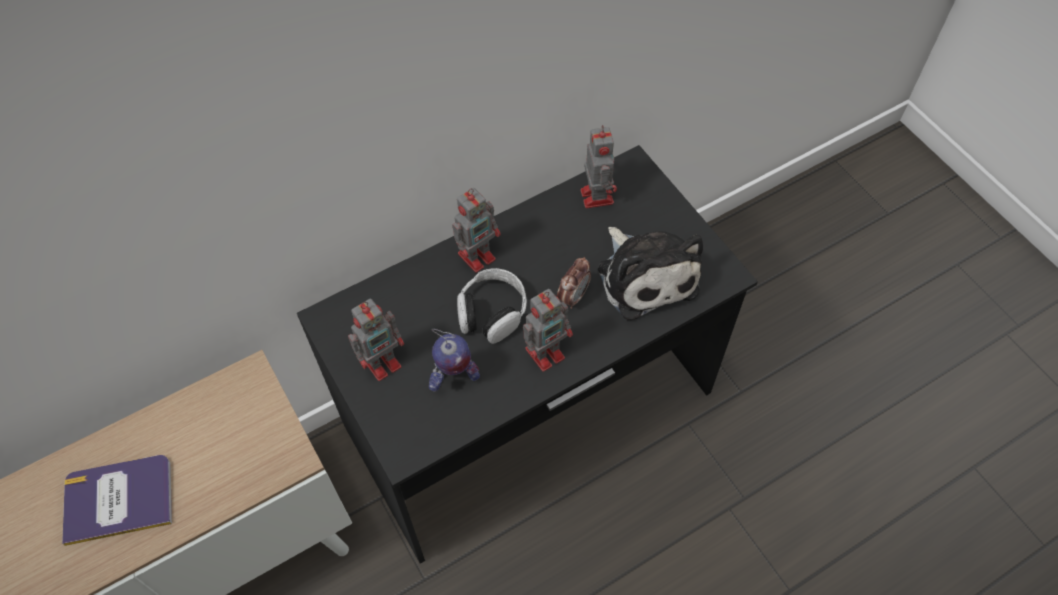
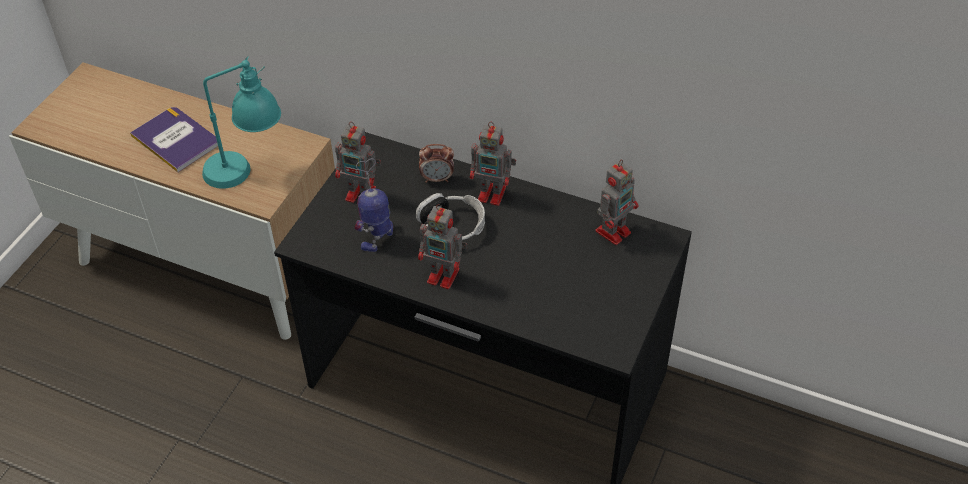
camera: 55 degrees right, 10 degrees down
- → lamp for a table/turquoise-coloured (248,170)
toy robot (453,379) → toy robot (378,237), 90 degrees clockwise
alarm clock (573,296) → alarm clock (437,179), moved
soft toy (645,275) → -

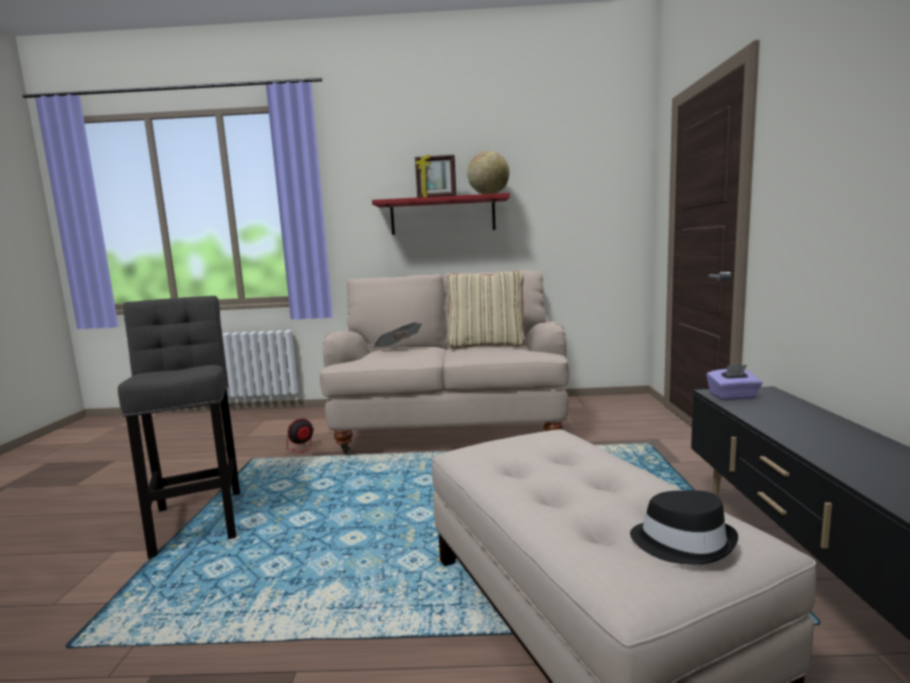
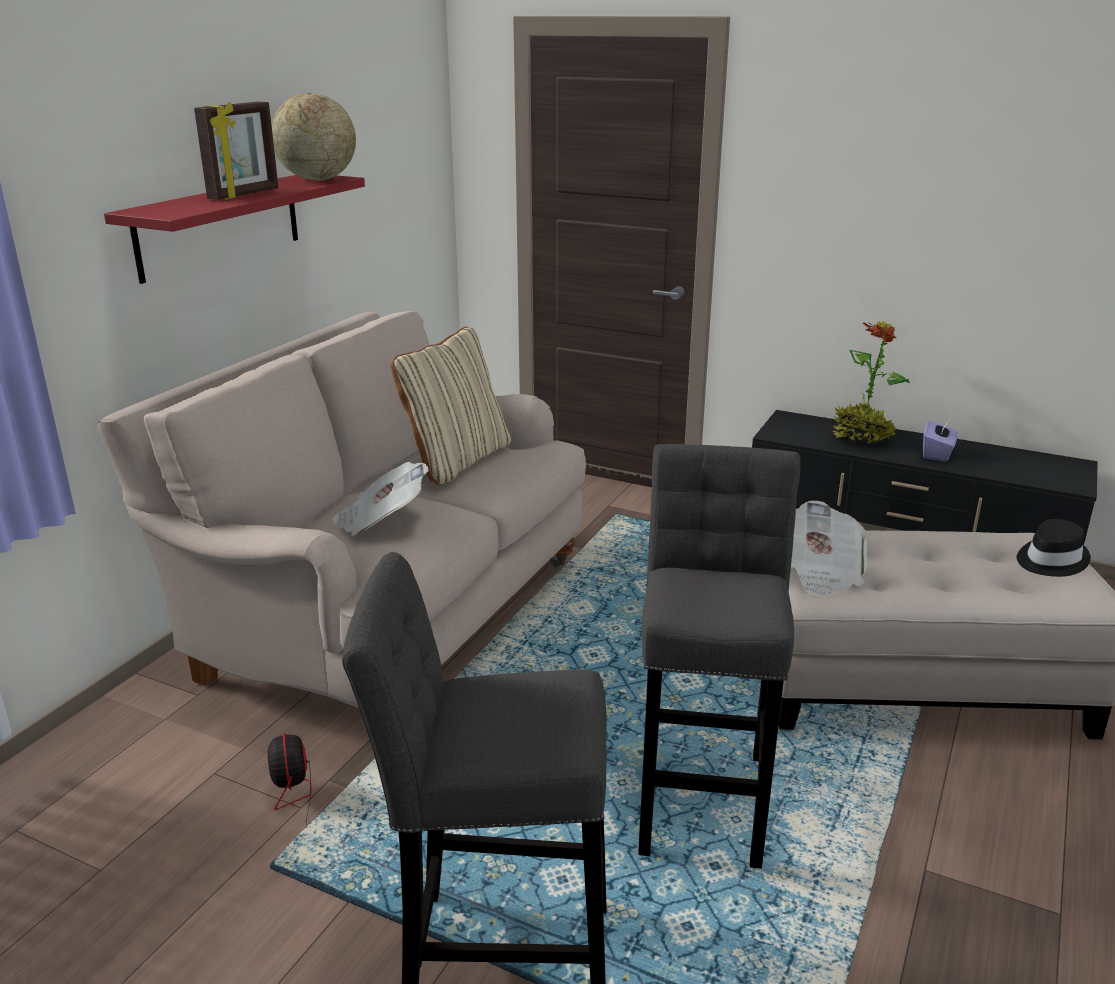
camera: 65 degrees left, 15 degrees up
- → sitting stool/gray (702,794)
- → daily paper (818,572)
- → plant in a pot (862,438)
tissue holder/purple-coloured (733,397) → tissue holder/purple-coloured (937,453), moved

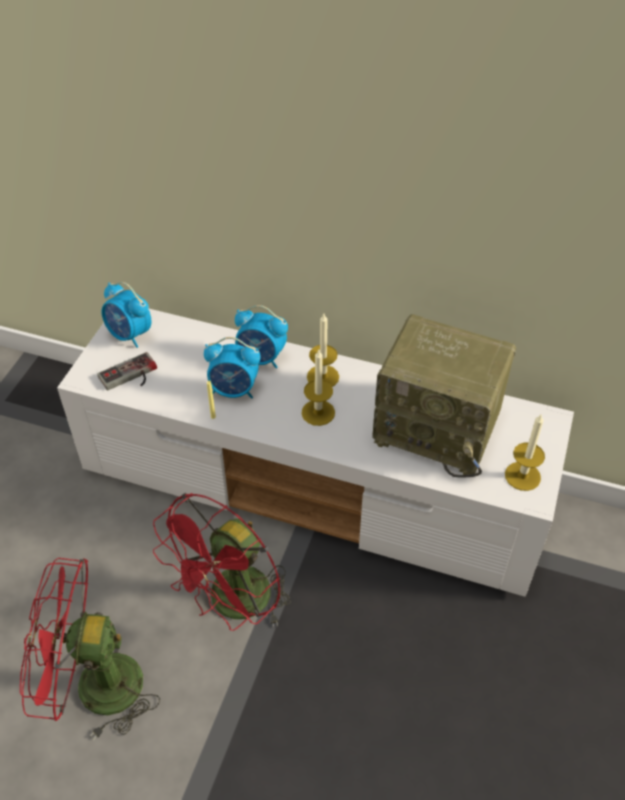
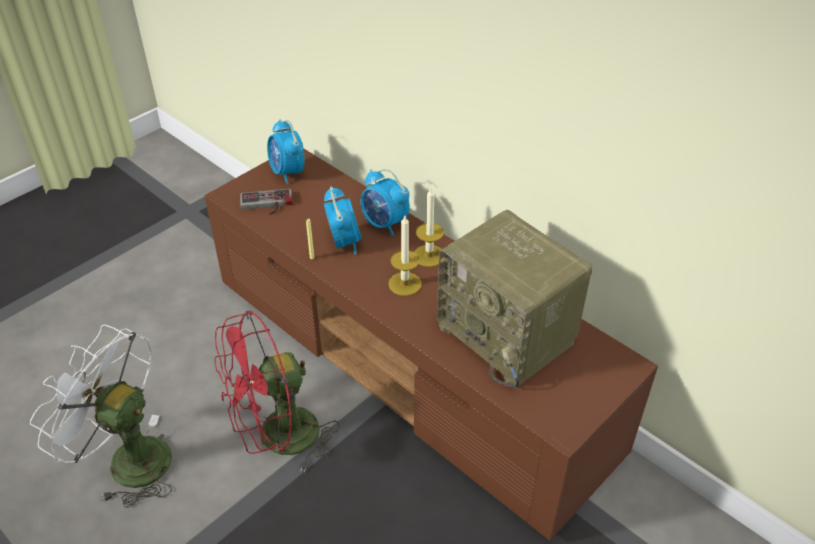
camera: 25 degrees right, 5 degrees down
fan/red-coloured (94,687) → fan/white (127,459)
tv unit/white (315,485) → tv unit/brown (410,365)
alarm clock (234,390) → alarm clock (344,242), 135 degrees counterclockwise
wax candle (522,476) → -

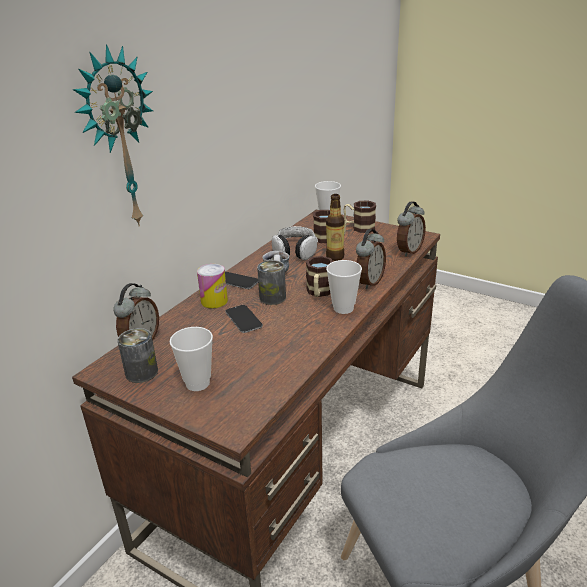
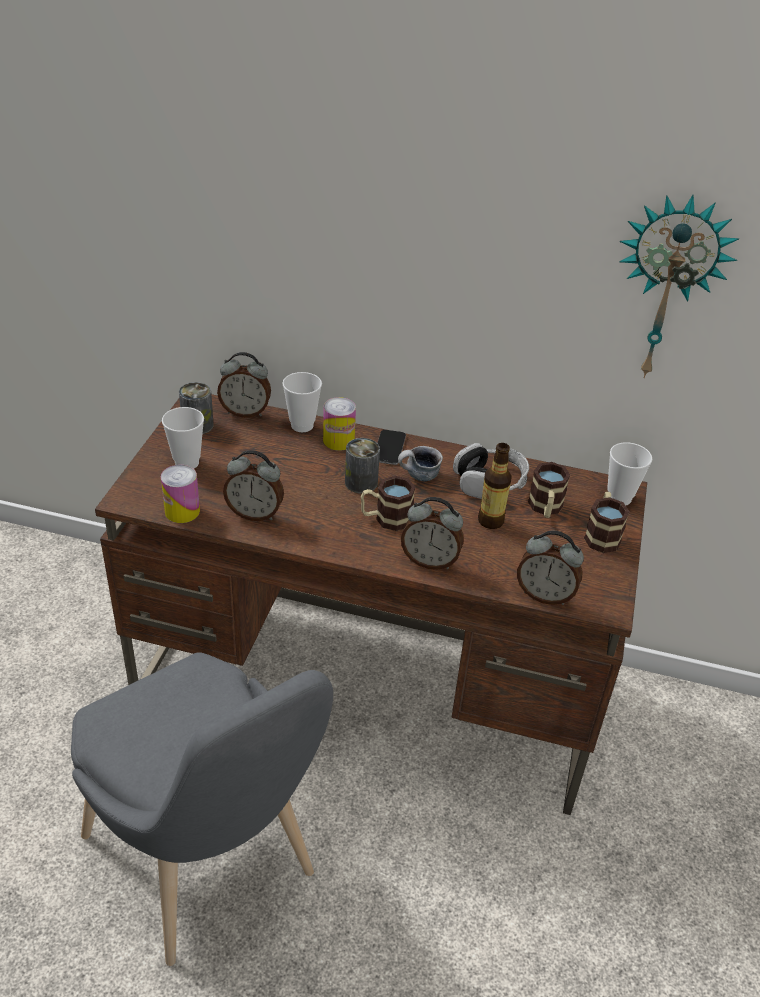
camera: 70 degrees right, 10 degrees up
- → metal can (182,511)
- → alarm clock (255,513)
cup (343,308) → cup (302,425), moved
clock on the wall (118,141) → clock on the wall (667,288), moved
phone (243,319) → -

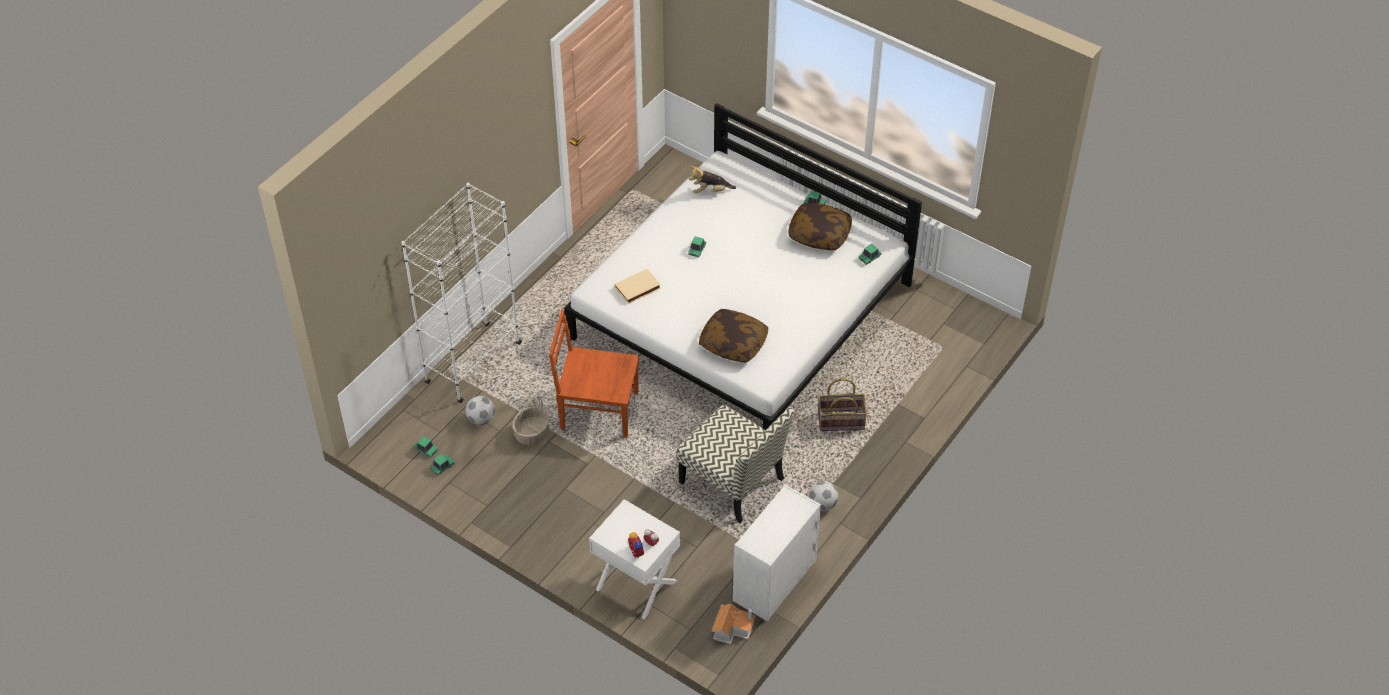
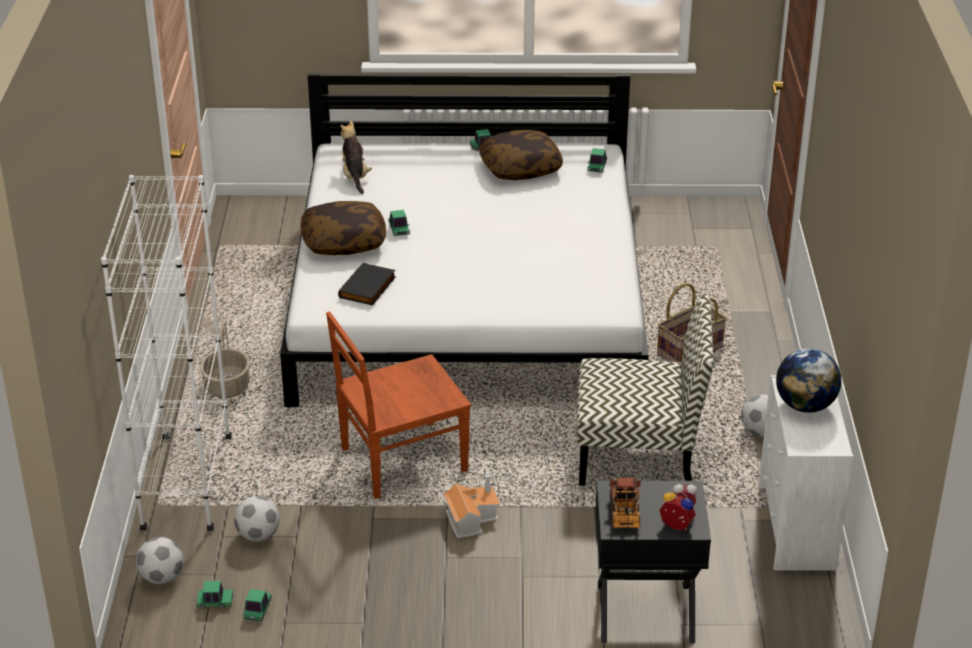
camera: 35 degrees left, 15 degrees down
- → football (162,578)
storage basket (532,433) → storage basket (226,386), moved
cushion (733,343) → cushion (344,242), moved
book/beige-coloured (638,289) → book/black-coloured (368,288)
soft toy (710,191) → soft toy (355,176), 120 degrees clockwise
miniature house (733,628) → miniature house (471,517), moved
night table/white (635,585) → night table/black-coloured (645,613)
- → toy lorry (624,515)
- → desk globe (805,406)

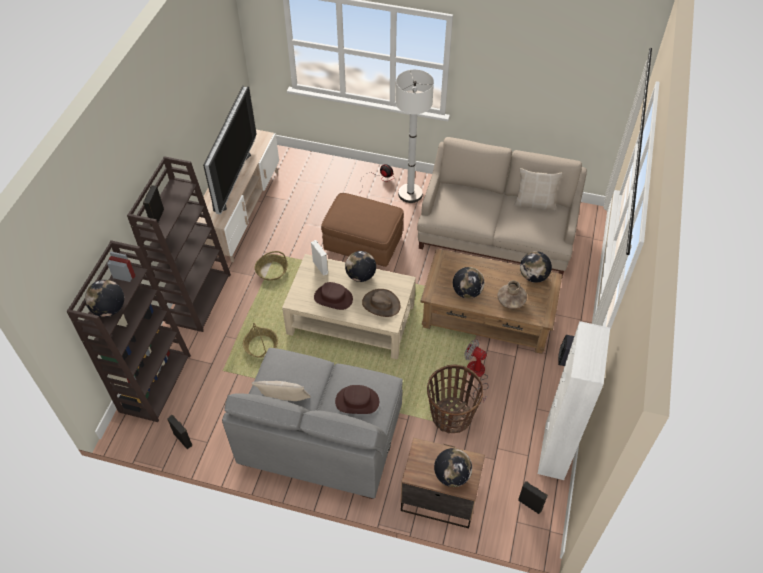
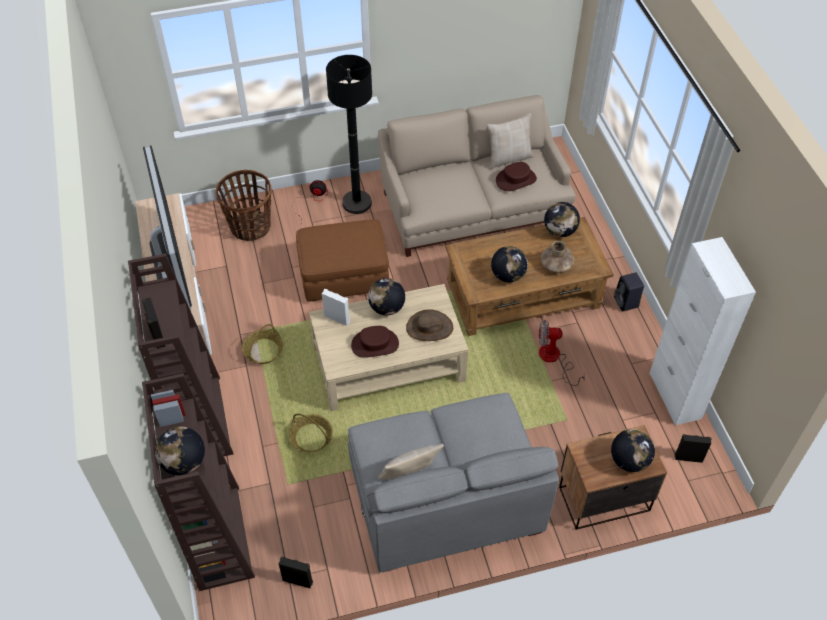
camera: 30 degrees left, 0 degrees up
storage basket (451,415) → storage basket (250,226), moved
floor lamp/white (410,194) → floor lamp/black-coloured (357,203)
clothing hat/brown (357,401) → clothing hat/brown (516,179), moved

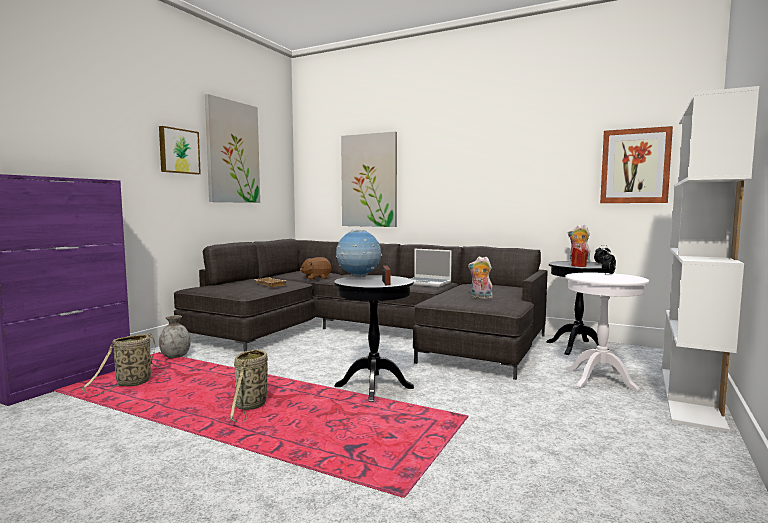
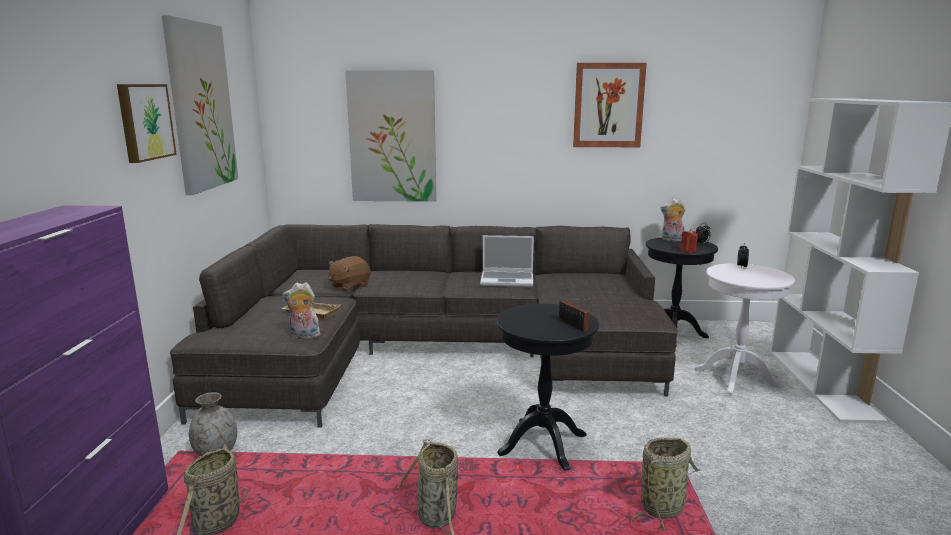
camera: 25 degrees left, 10 degrees up
soft toy (480,298) → soft toy (303,336), moved
picture (635,166) → picture (608,105), moved
- → storage basket (664,507)
desk globe (358,277) → -

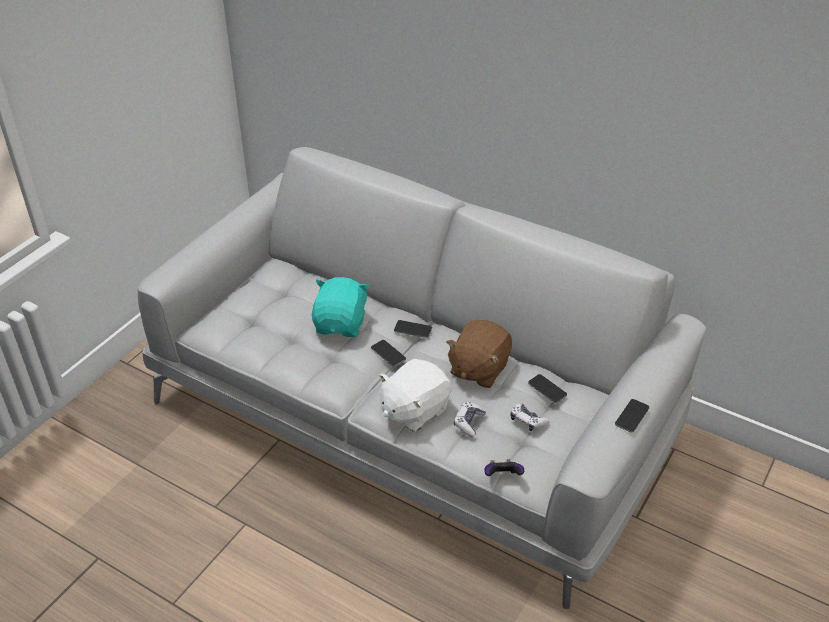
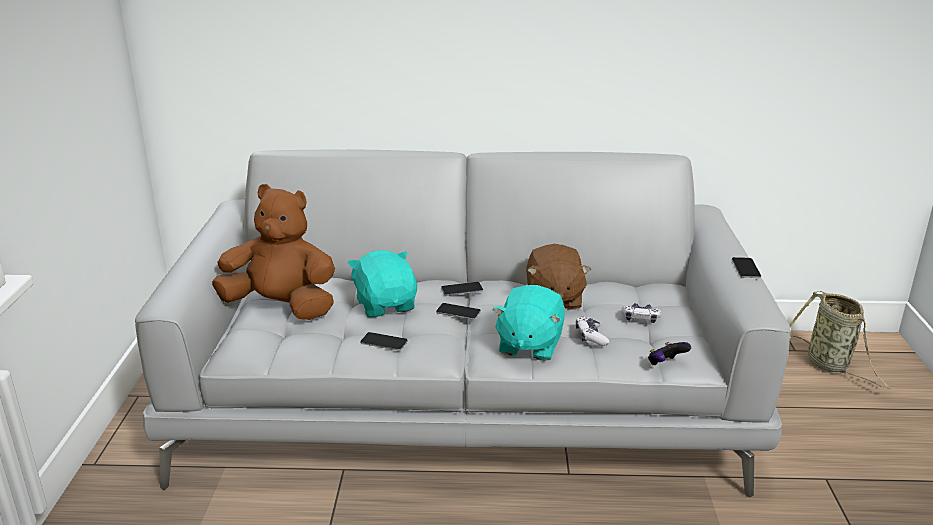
camera: 30 degrees left, 15 degrees down
- → soft toy/brown (281,307)
phone (547,389) → phone (384,342), moved
soft toy/white (414,410) → soft toy/turquoise-coloured (529,345)
- → storage basket (830,365)

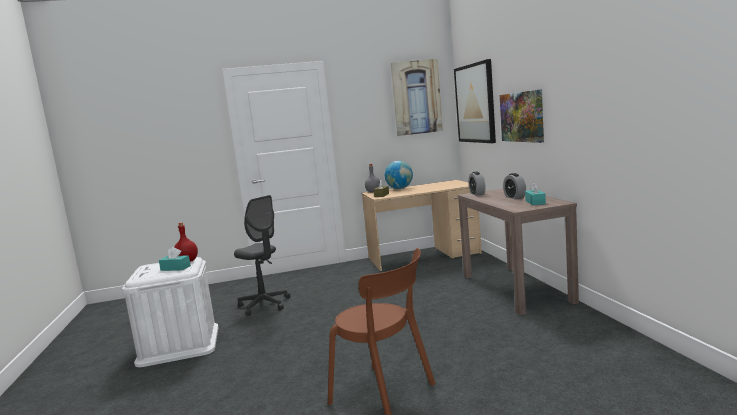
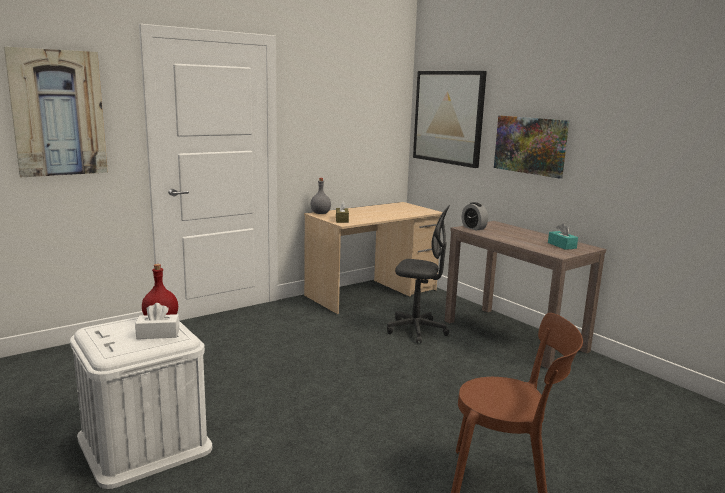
camera: 25 degrees left, 5 degrees up
picture (416,97) → picture (58,113), moved
tissue holder/turquoise-coloured (175,268) → tissue holder/white (158,334)
office chair/gray (264,305) → office chair/gray (416,330), moved
desk globe (400,188) → -
alarm clock (514,197) → -

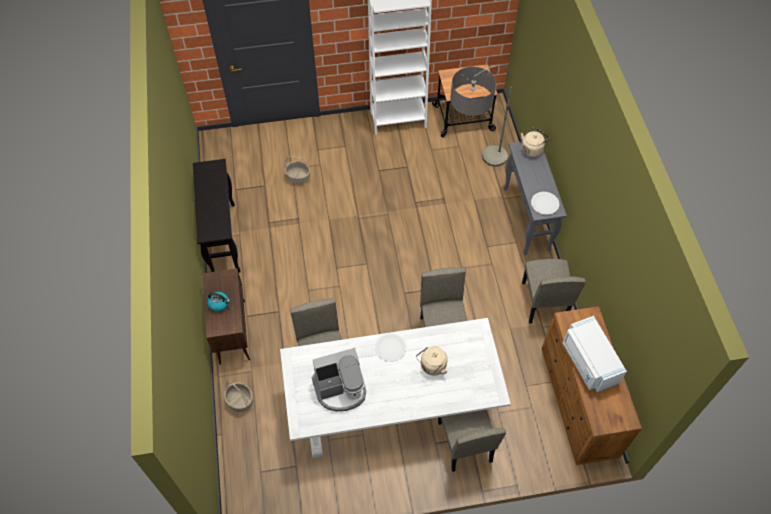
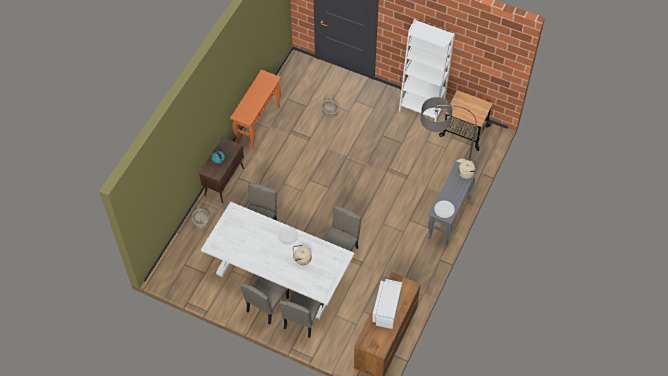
camera: 35 degrees right, 0 degrees up
hall table/black-coloured (223,238) → hall table/orangey (258,125)
upright chair/beige-coloured (543,301) → upright chair/beige-coloured (267,304), moved
coffee maker (340,389) → -

